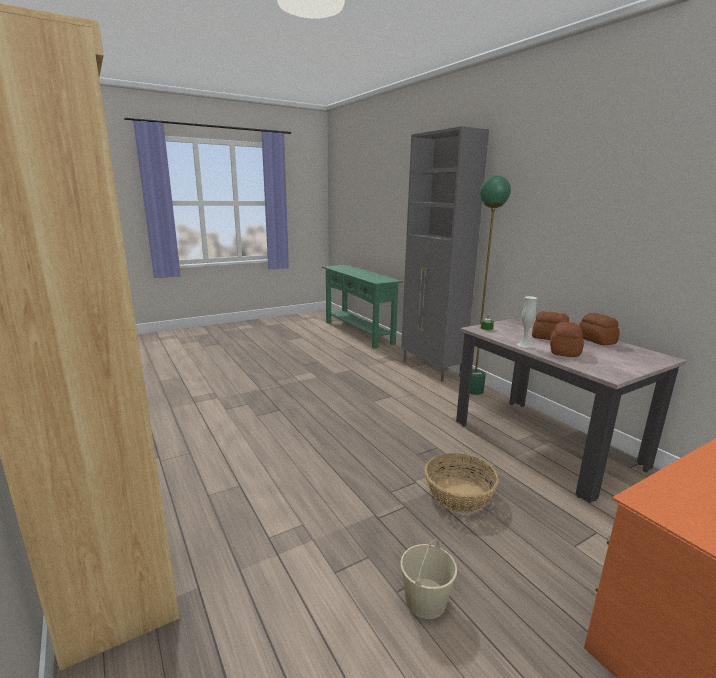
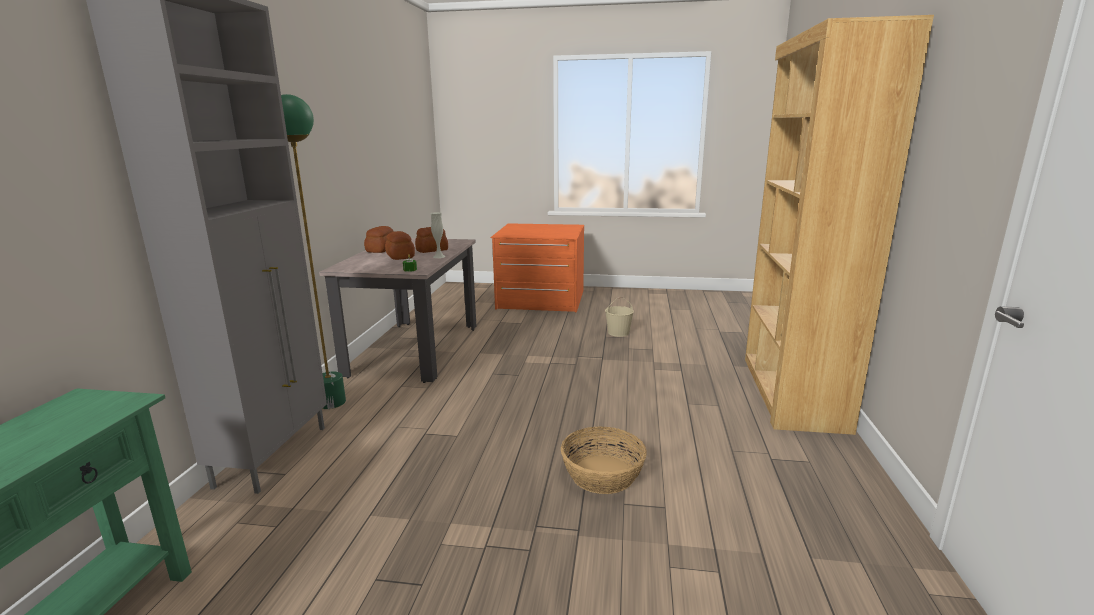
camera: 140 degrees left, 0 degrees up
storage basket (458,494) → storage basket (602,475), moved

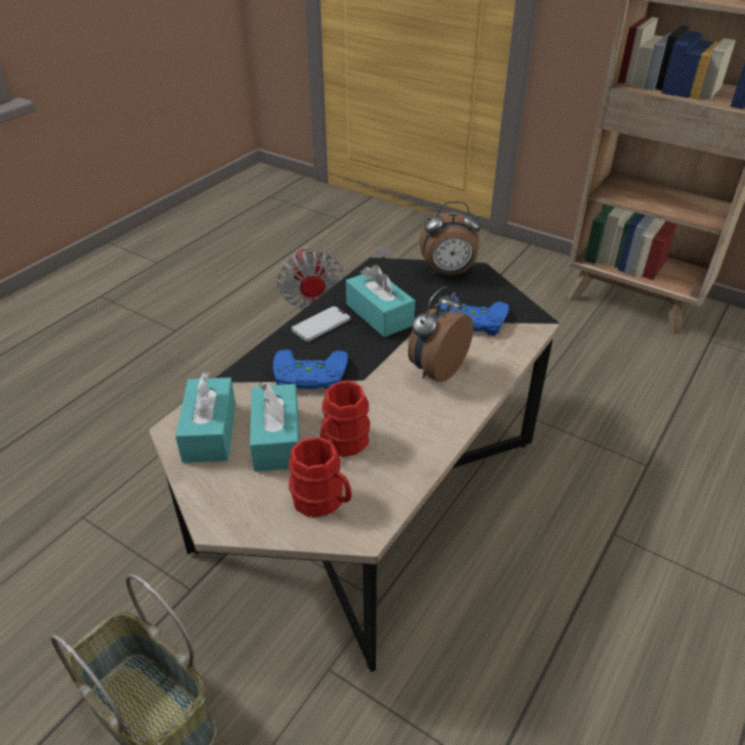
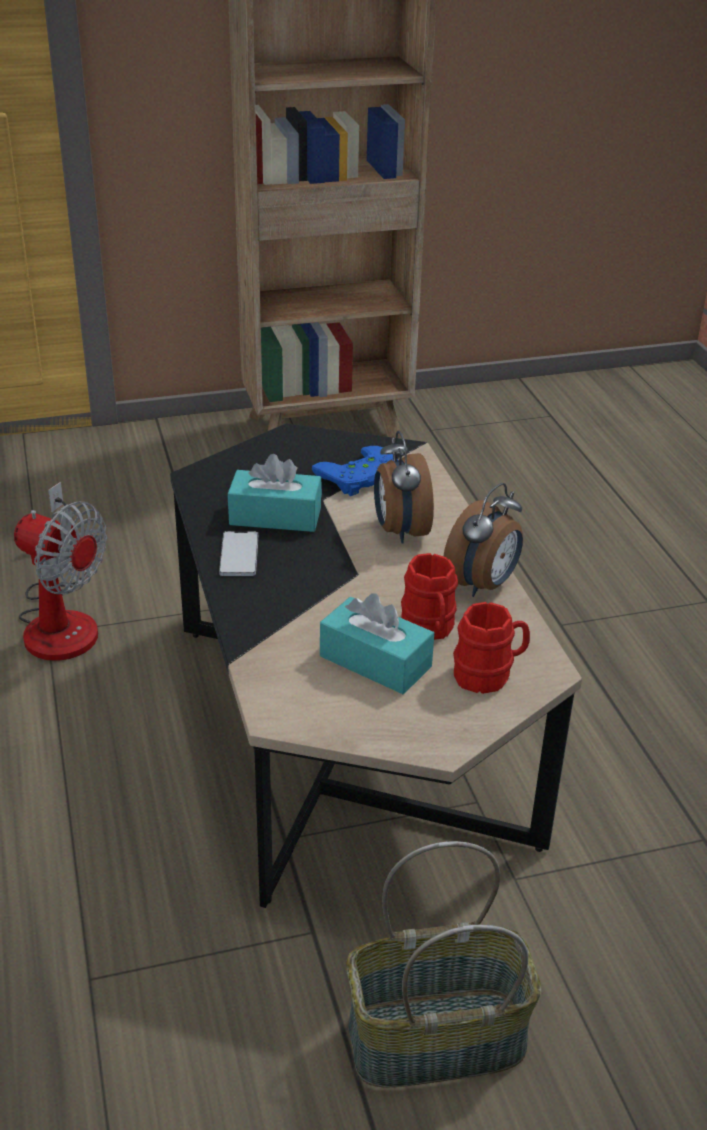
camera: 50 degrees left, 5 degrees down
alarm clock (448,273) → alarm clock (483,585), moved
tissue holder/turquoise-coloured (210,432) → -
joypad/bluish (309,377) → -

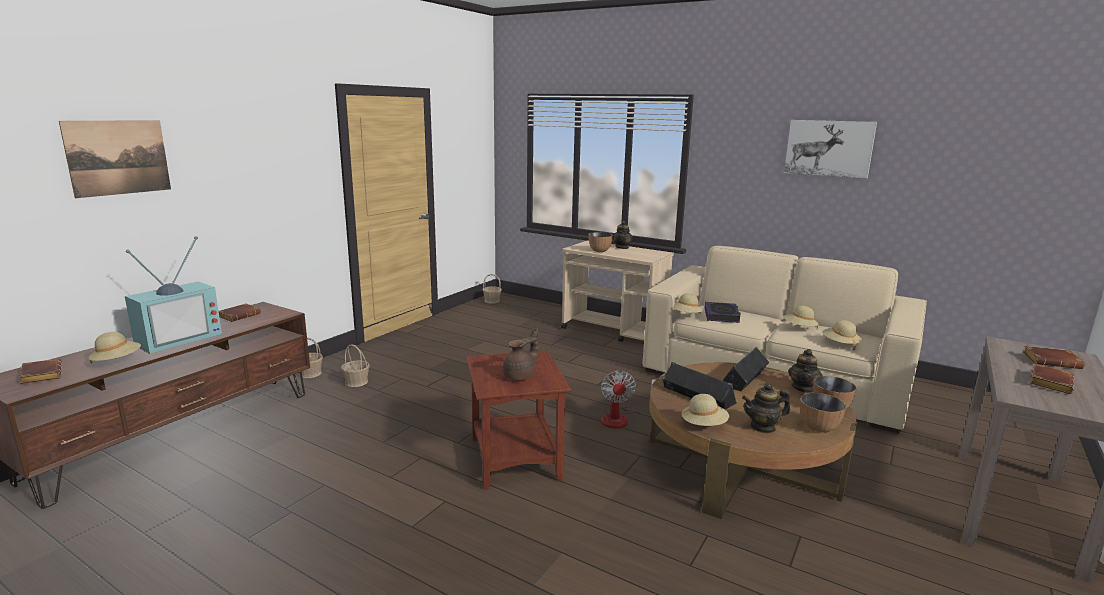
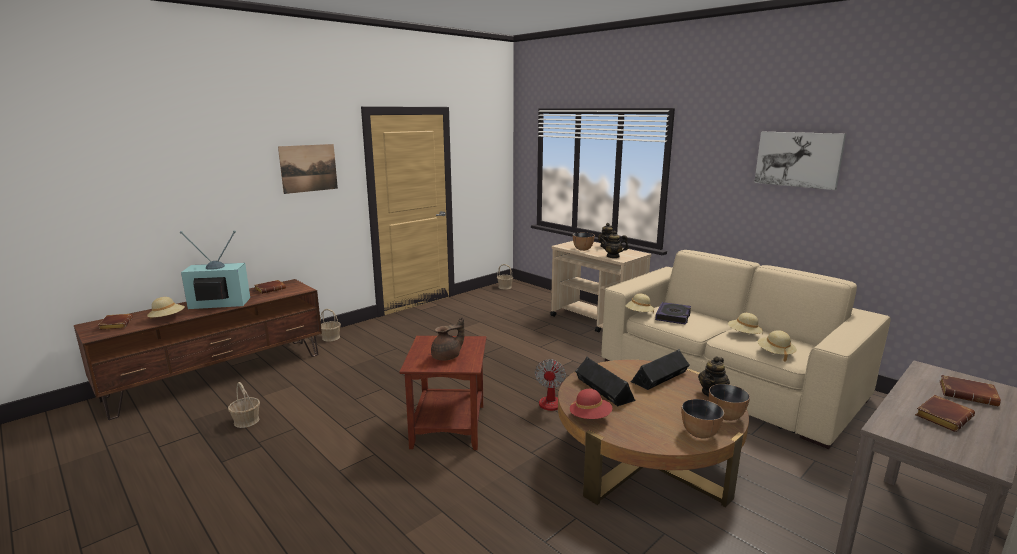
camera: 15 degrees right, 0 degrees up
television (178,338) → television (218,304), 150 degrees counterclockwise
storage basket (356,382) → storage basket (246,421), moved
picture (118,157) → picture (308,168), moved
clothing hat/beige-coloured (704,425) → clothing hat/red-coloured (590,417)
pot for tea (763,427) → pot for tea (613,256), moved

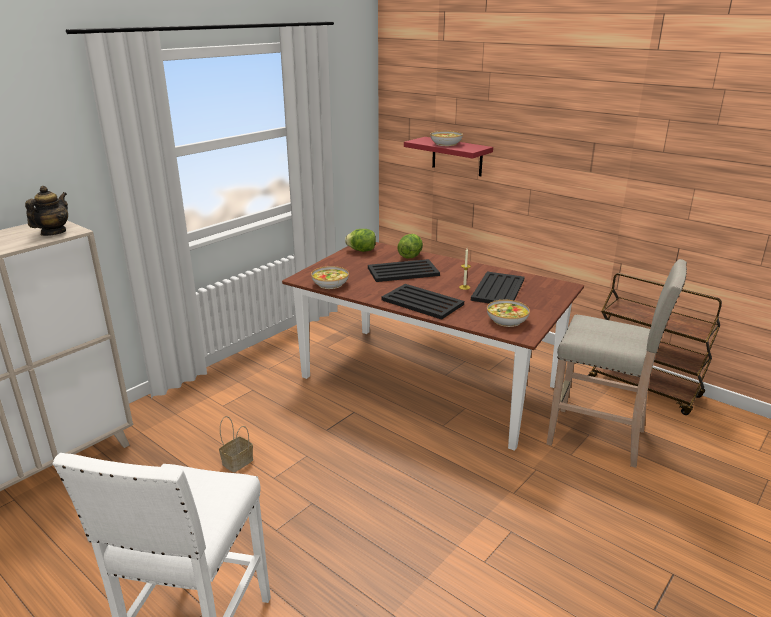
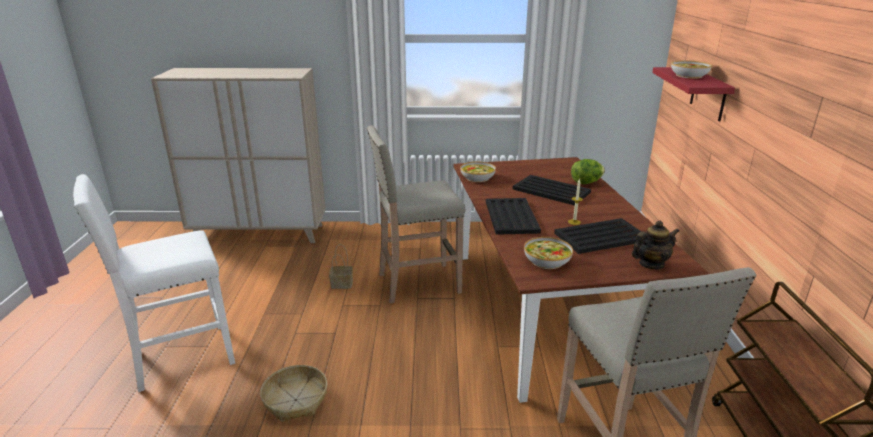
camera: 50 degrees right, 0 degrees up
- → storage basket (296,400)
- → sitting stool/beige-coloured (417,283)
pot for tea (53,232) → pot for tea (651,264), moved
lettuce (361,250) → -

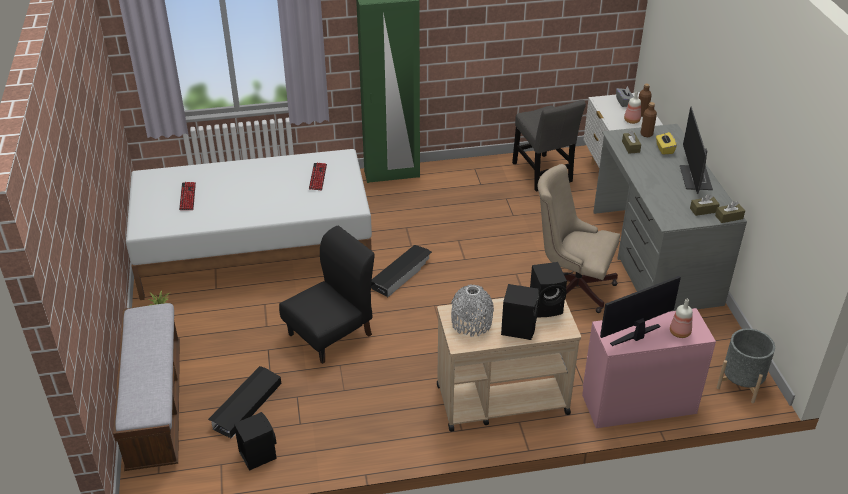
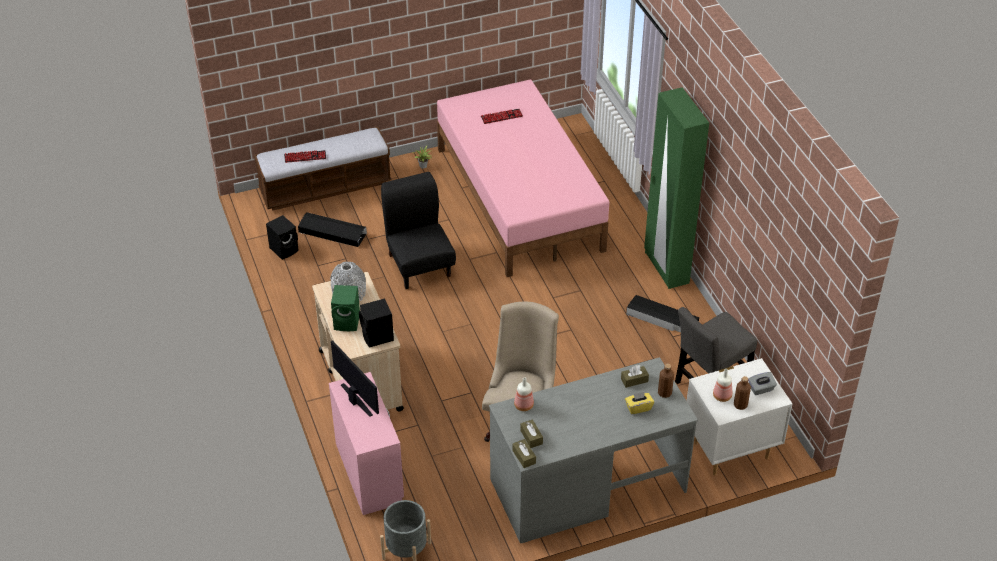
camera: 80 degrees right, 5 degrees up
PC keyboard (318,177) → PC keyboard (305,157), moved
audio speaker/black-coloured (519,327) → audio speaker/green-coloured (348,321)
upright chair/black-coloured (331,334) → upright chair/black-coloured (419,265), 150 degrees counterclockwise
bedroom bed/white (254,249) → bedroom bed/pink-coloured (519,198)
bottle (680,332) → bottle (523,406), moved
storage box/black-coloured (401,274) → storage box/black-coloured (662,319), moved
monitor (696,179) → -

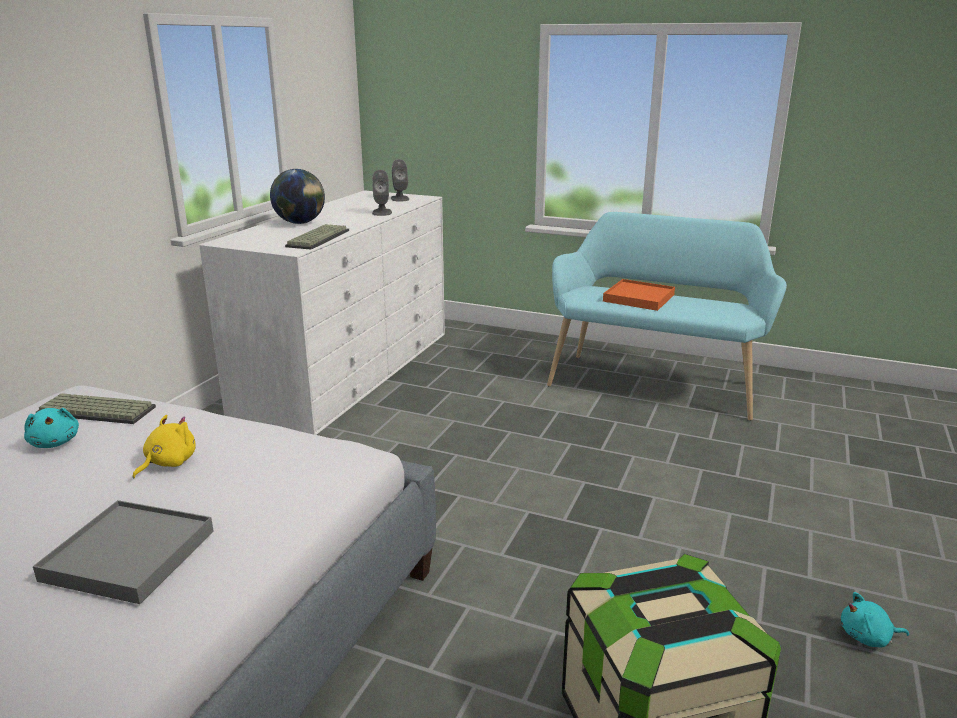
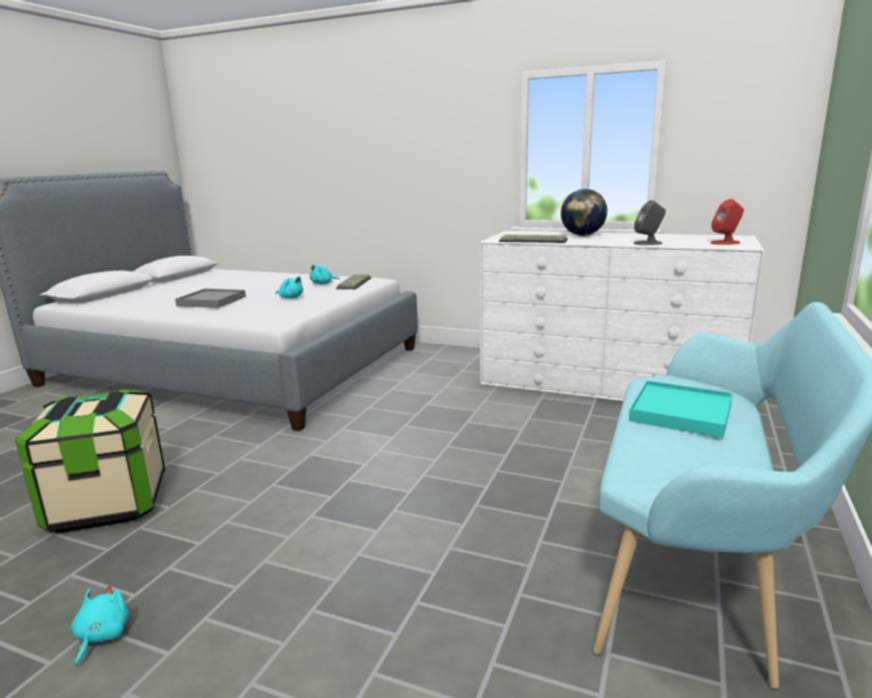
camera: 90 degrees right, 5 degrees down
soft toy/yellow (168,463) → soft toy/turquoise-coloured (290,298)
serving tray/orangey (639,298) → serving tray/turquoise-coloured (681,413)
audio speaker/gray (400,198) → audio speaker/red-coloured (725,243)

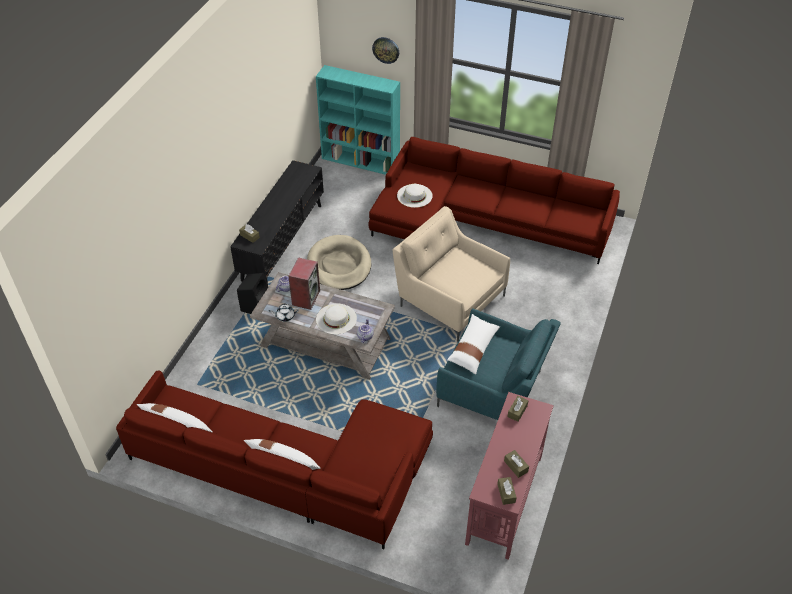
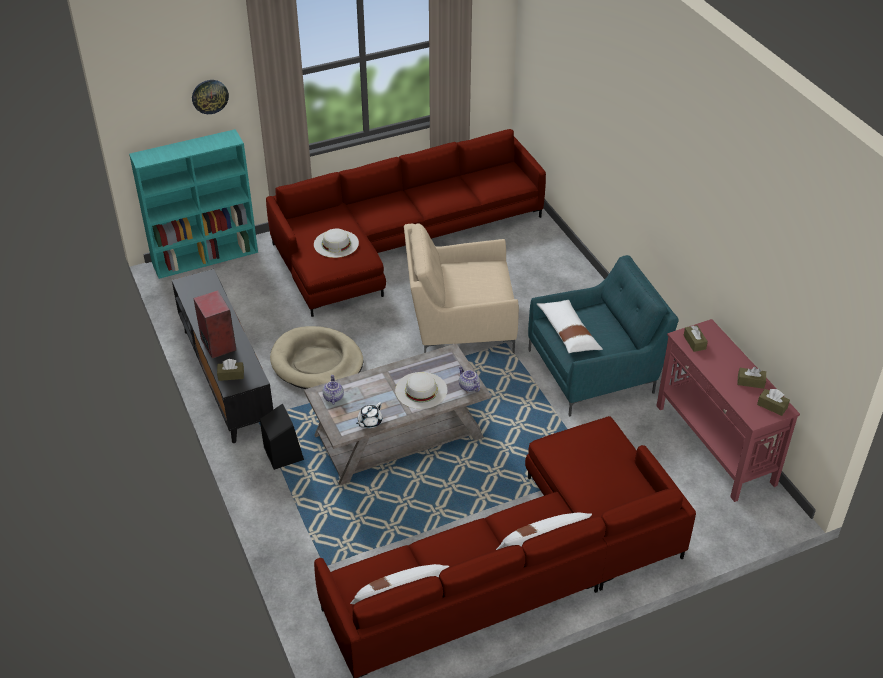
camera: 45 degrees left, 5 degrees down
audio speaker (305,297) → audio speaker (217,344), moved

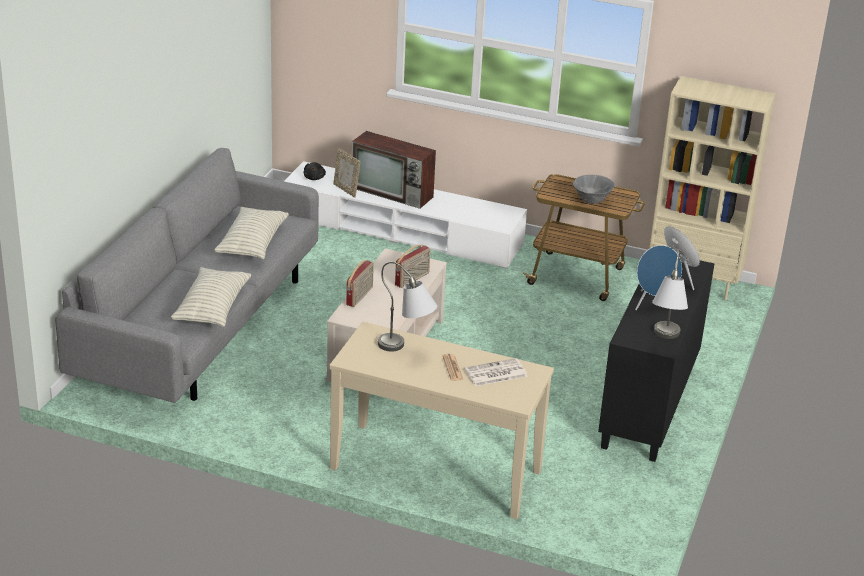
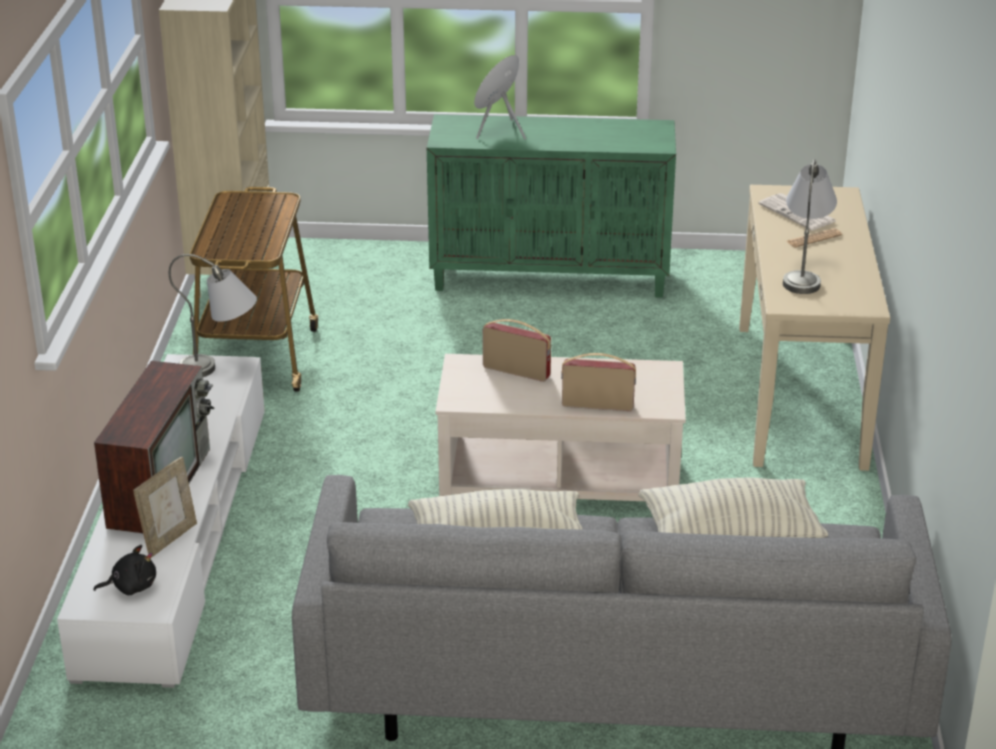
camera: 105 degrees left, 0 degrees up
lamp for a table/gray (664,341) → lamp for a table/gray (222,368), moved
cupboard/black-coloured (649,406) → cupboard/green-coloured (551,276)
serving bowl/gray (591,201) → -
audio speaker/bluish (653,304) → -

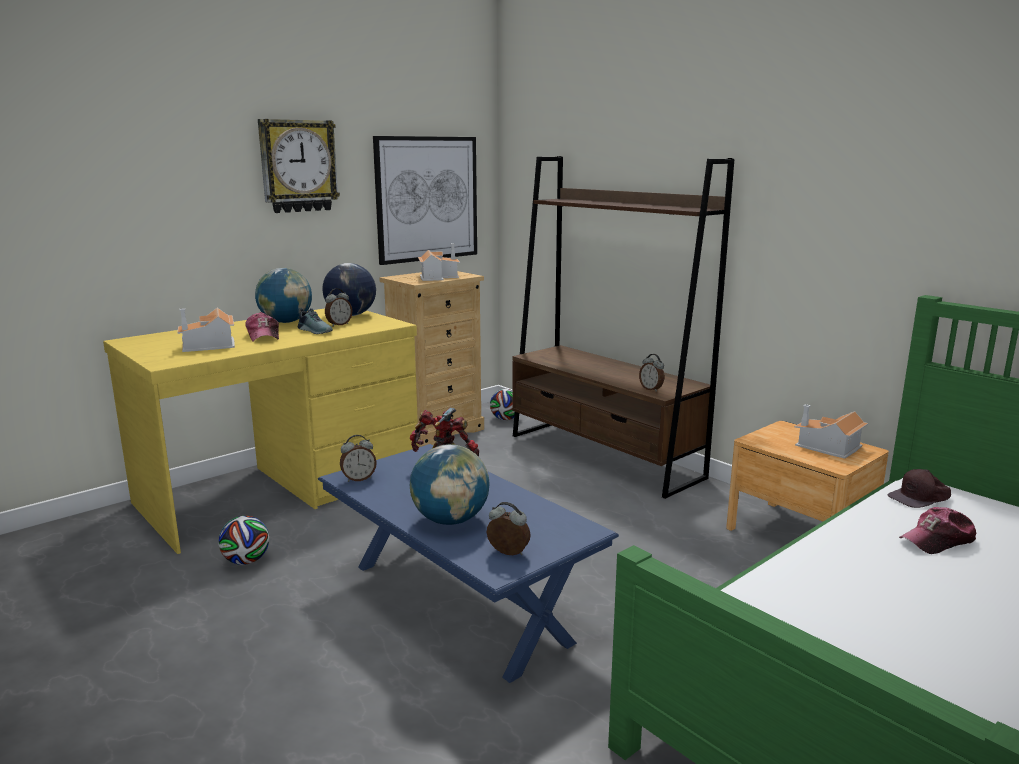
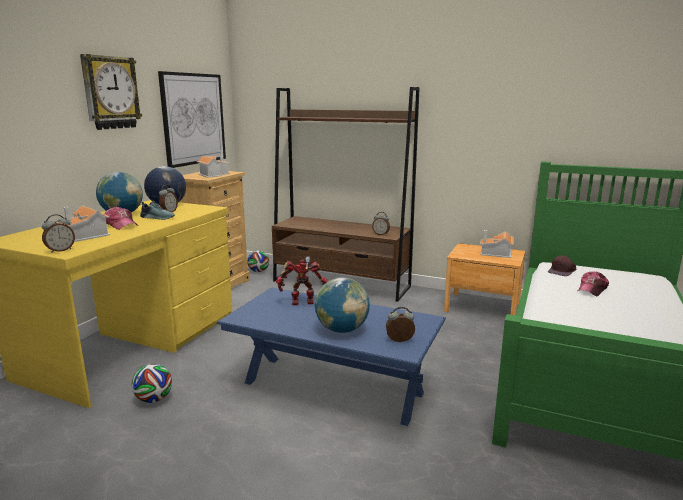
camera: 25 degrees left, 0 degrees up
alarm clock (358,479) → alarm clock (60,250), moved

